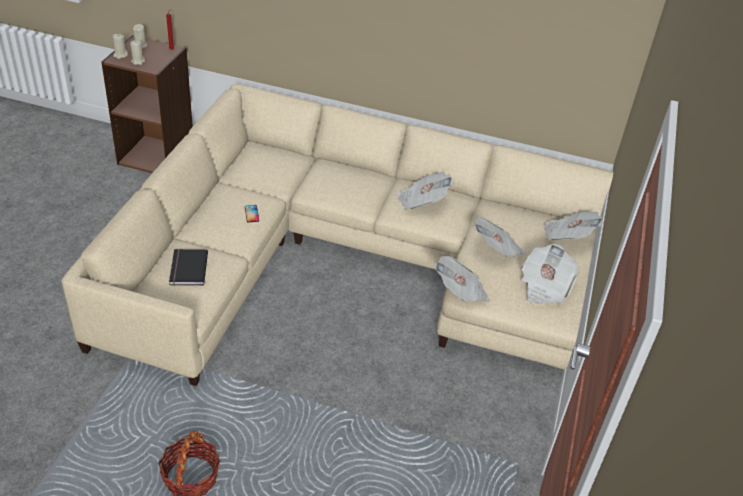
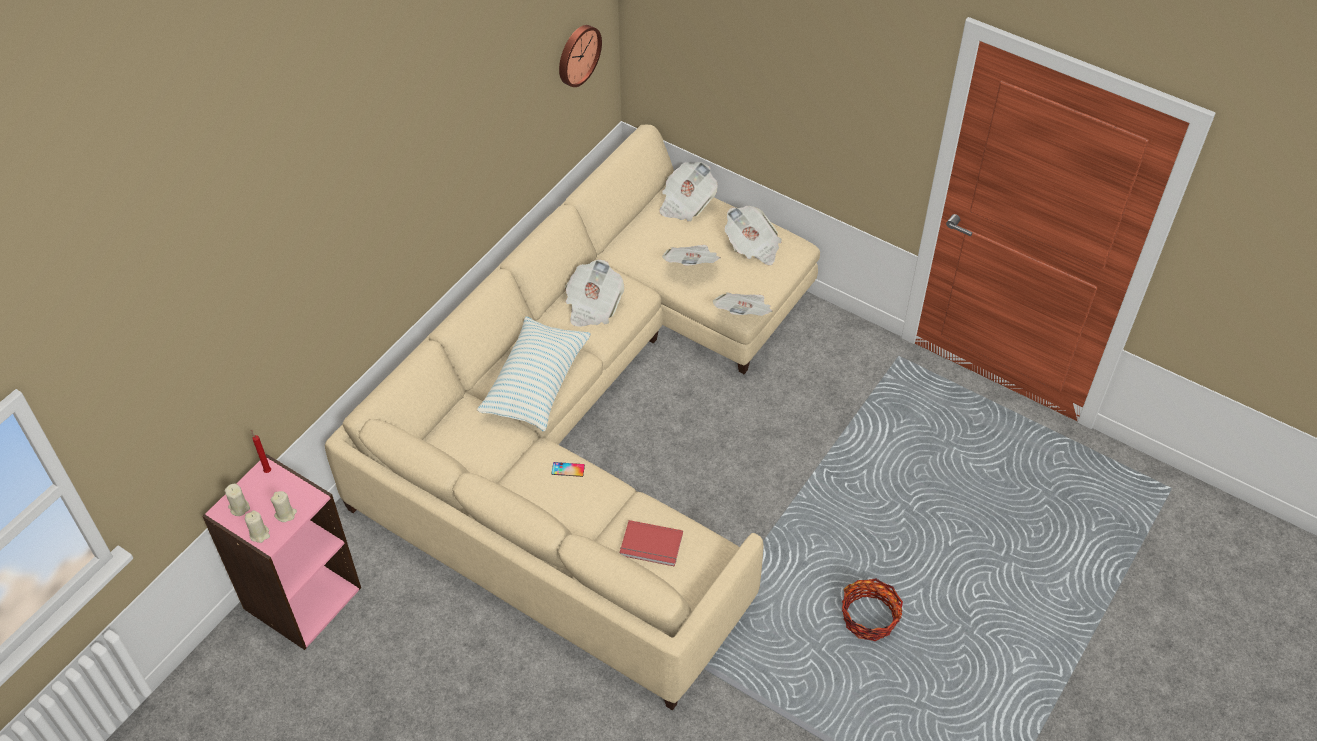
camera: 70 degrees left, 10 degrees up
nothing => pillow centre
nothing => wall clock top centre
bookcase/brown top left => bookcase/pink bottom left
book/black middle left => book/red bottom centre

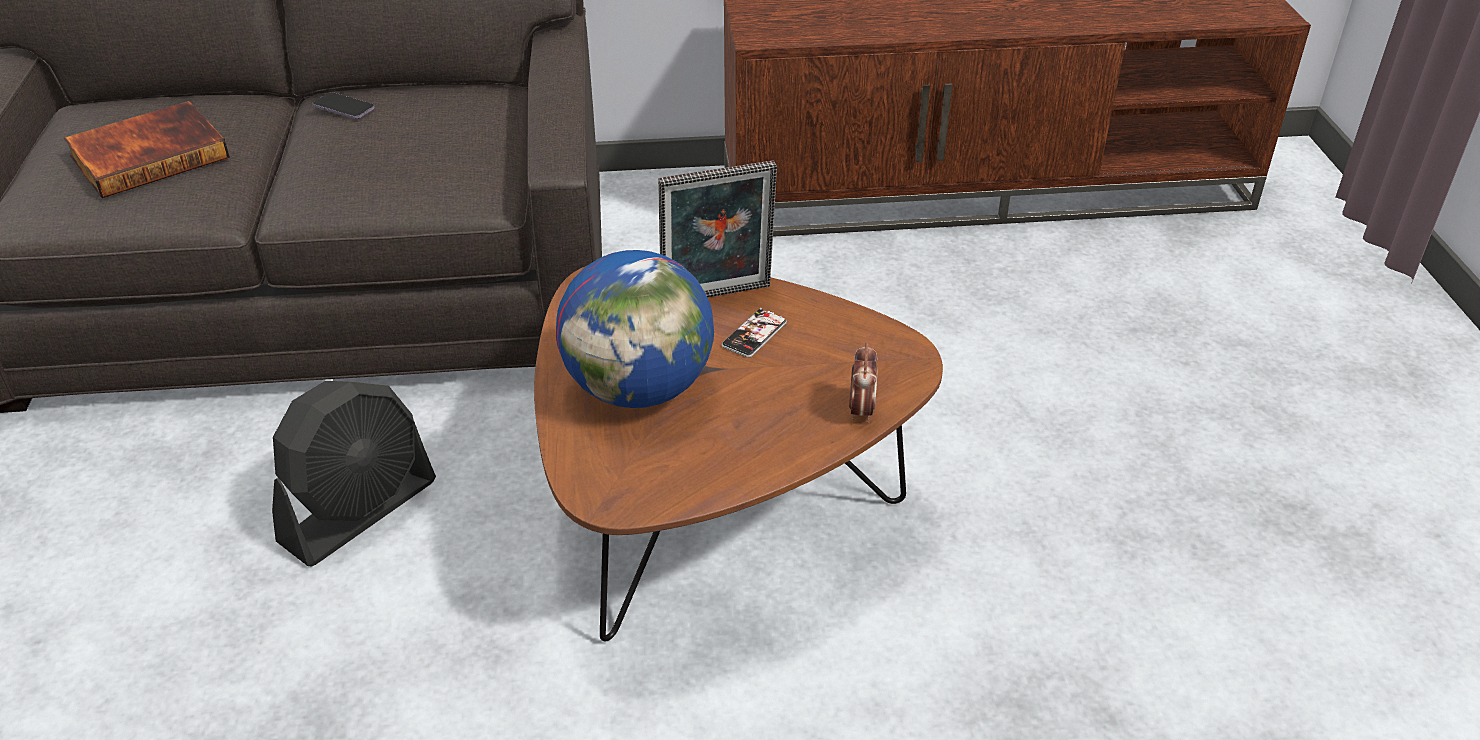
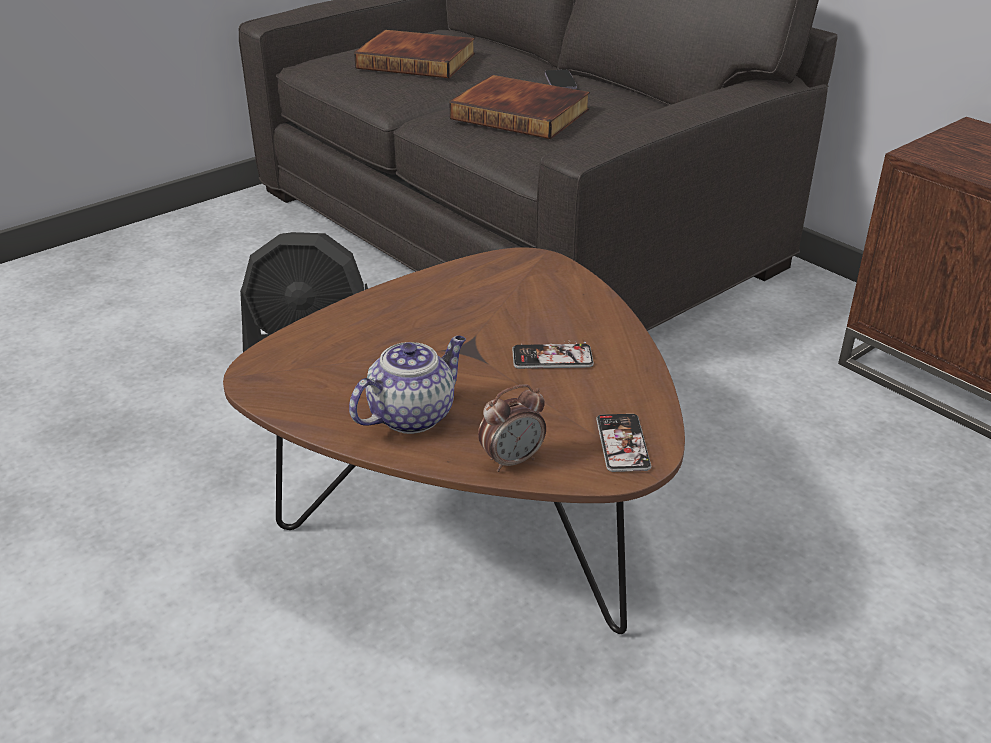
camera: 55 degrees right, 5 degrees down
globe centre => nothing
picture frame top centre => nothing
nothing => teapot centre
nothing => book (2nd from left) top centre
nothing => phone (3rd from left) centre

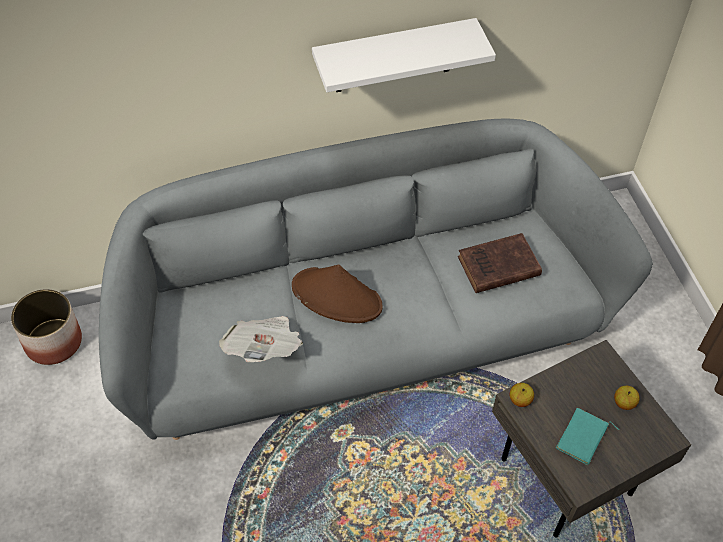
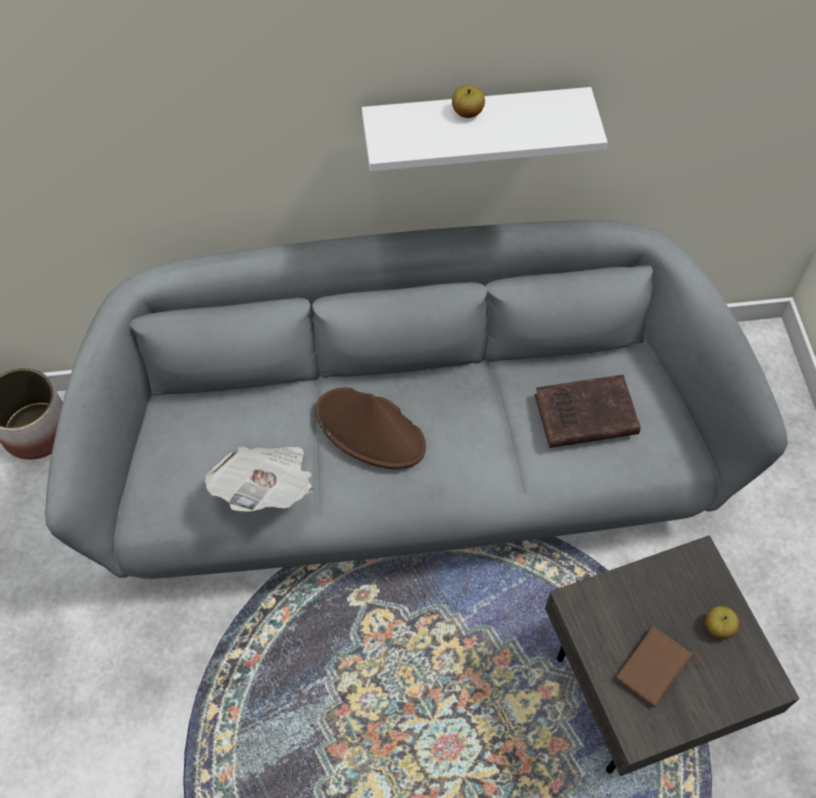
camera: 10 degrees right, 5 degrees up
apple (1st from left) bottom right => apple (1st from left) top centre, move
book/turquoise bottom right => book/brown (2nd from left) bottom right

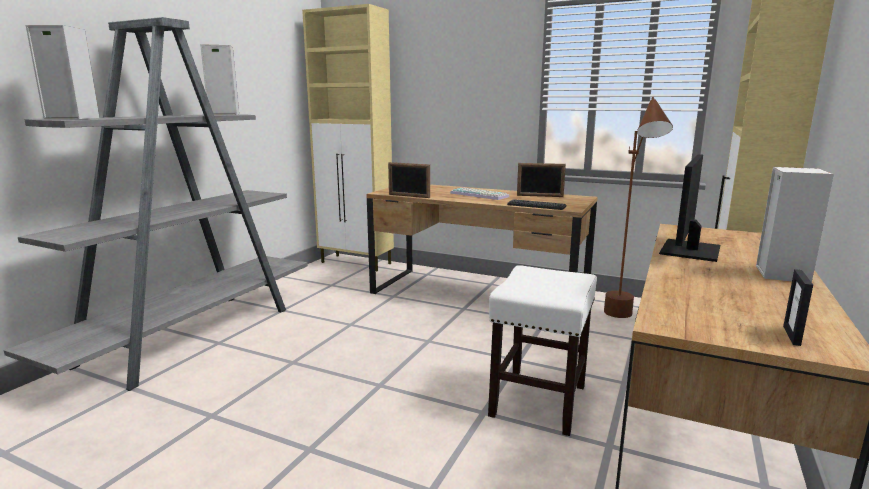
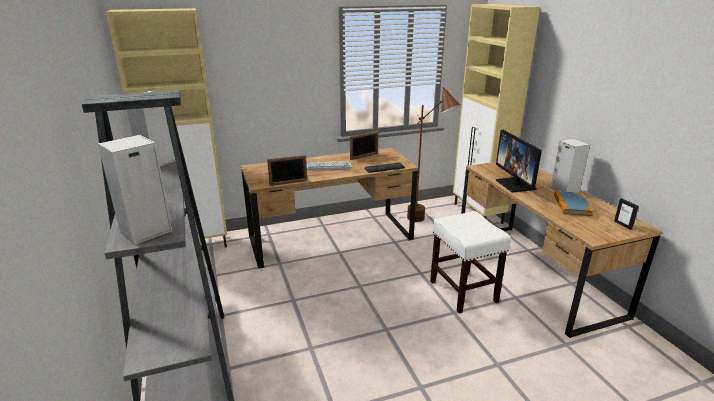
camera: 45 degrees left, 10 degrees up
nothing => book middle right

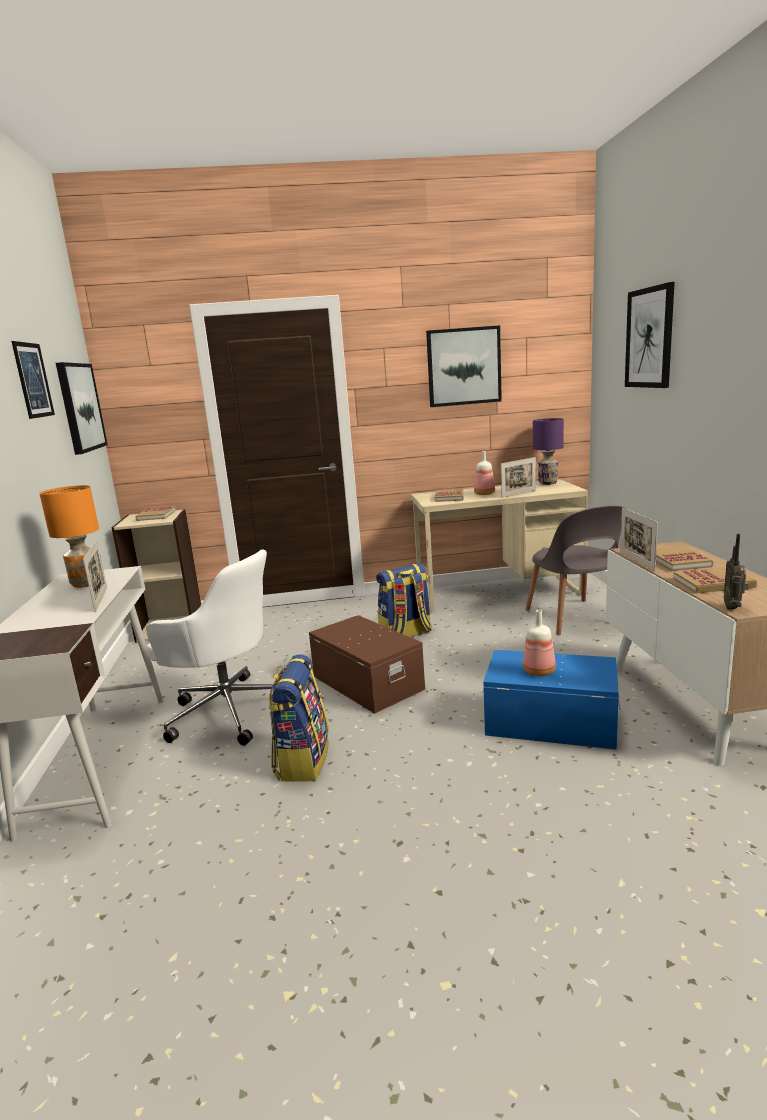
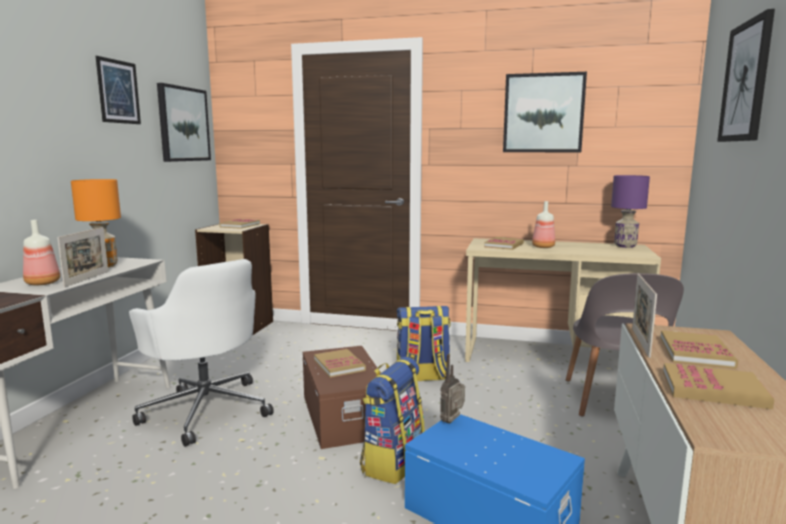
camera: 20 degrees right, 5 degrees down
picture frame (2nd from left) middle right => nothing
nothing => book (2nd from left) bottom centre
backpack (1st from left) centre => backpack (1st from left) bottom centre, move
bottle (2nd from left in the first image) middle right => bottle (1st from left) middle left, move
radio middle right => radio bottom centre, move

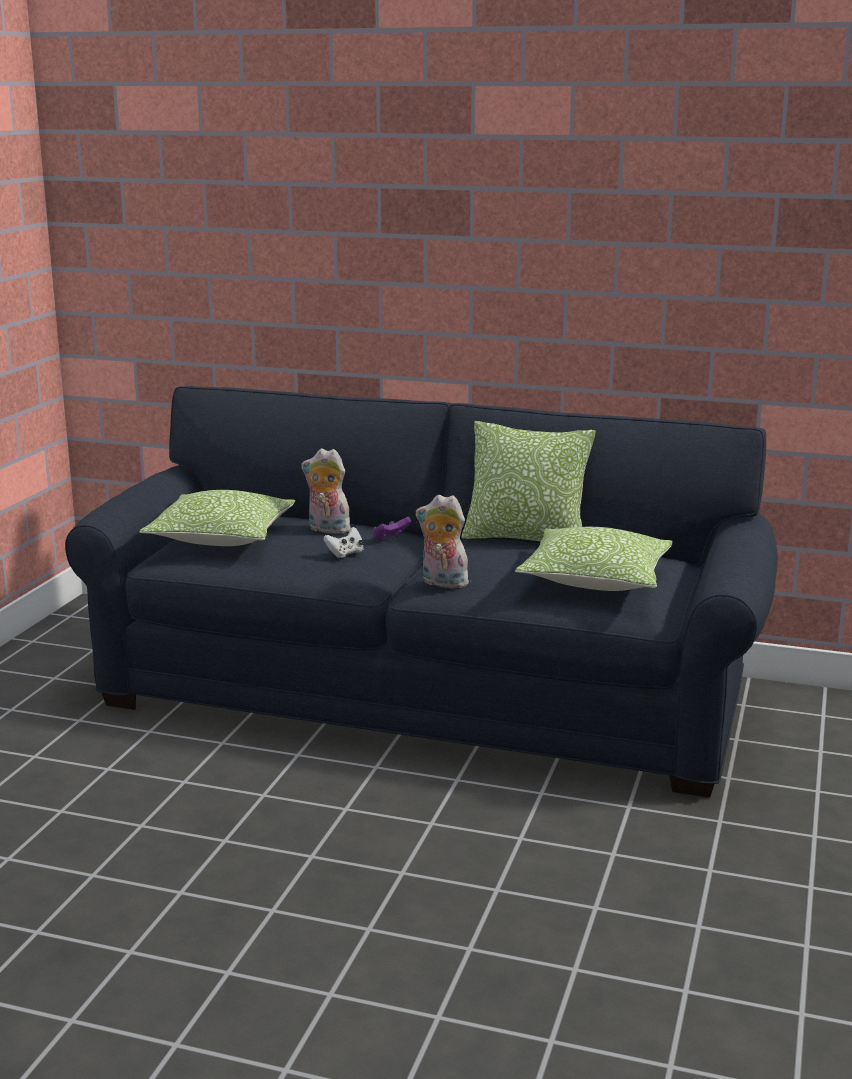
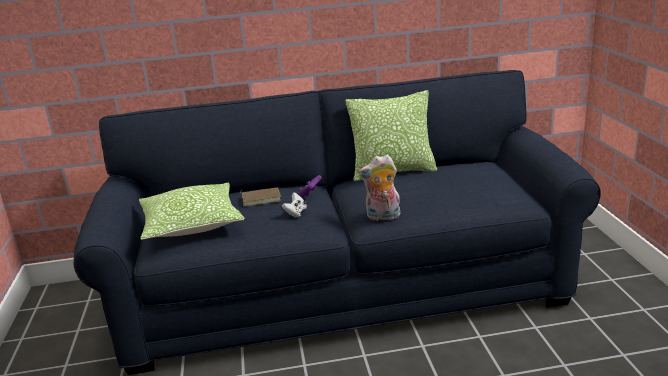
camera: 25 degrees left, 5 degrees up
pillow (3rd from left) middle right => nothing
plush toy (1st from left) centre => book/brown centre

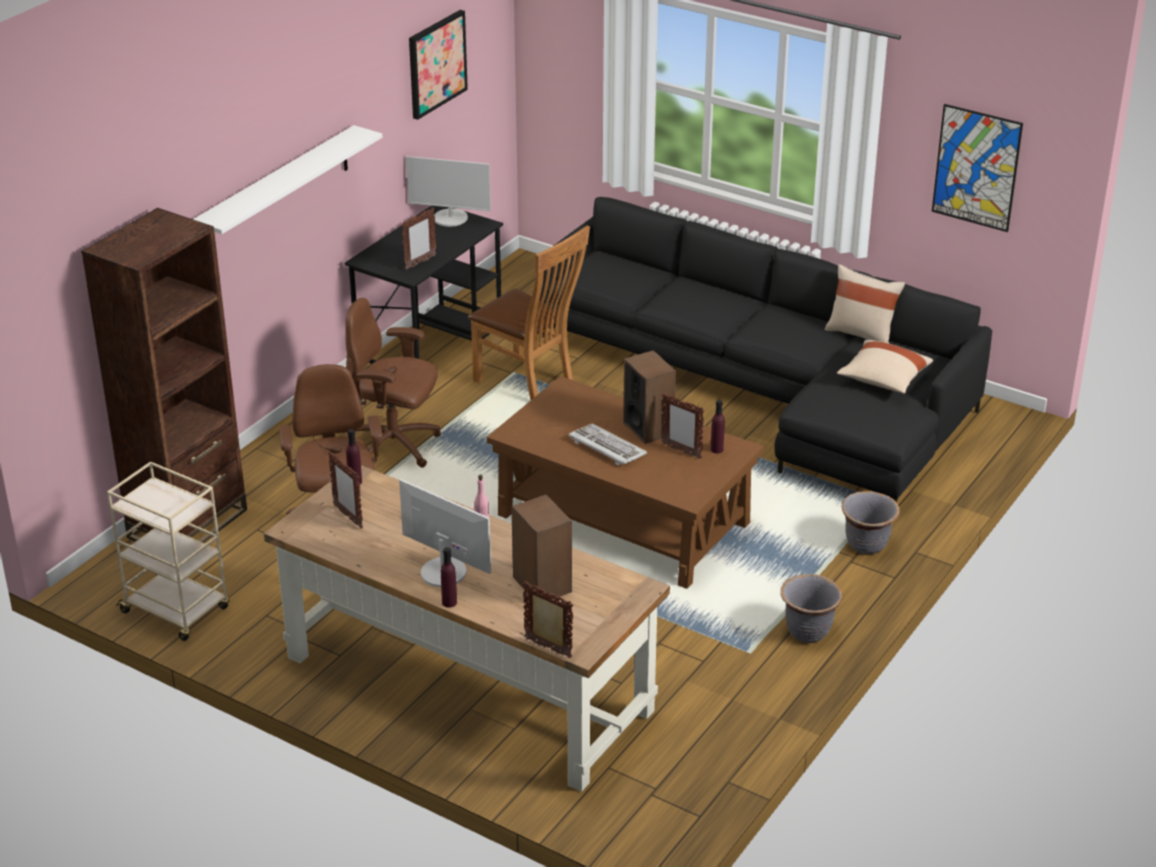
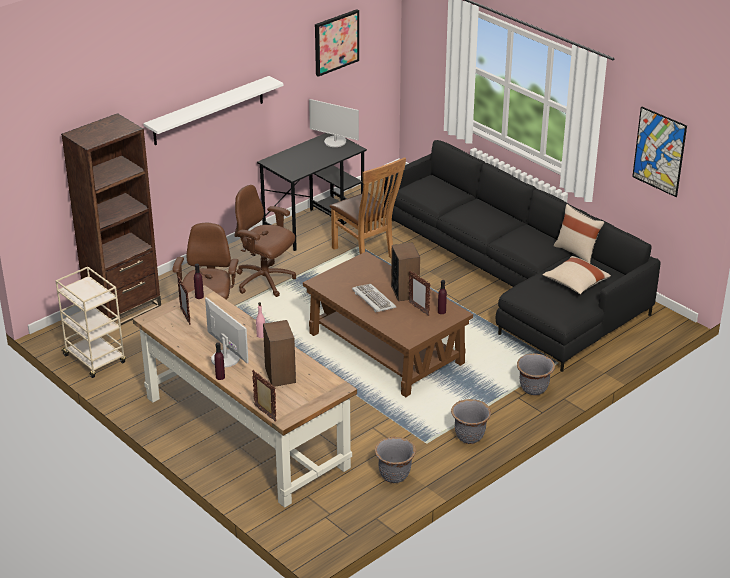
camera: 15 degrees right, 0 degrees up
picture frame (2nd from left) top centre => nothing
nothing => planter/grey (1st from left) bottom centre

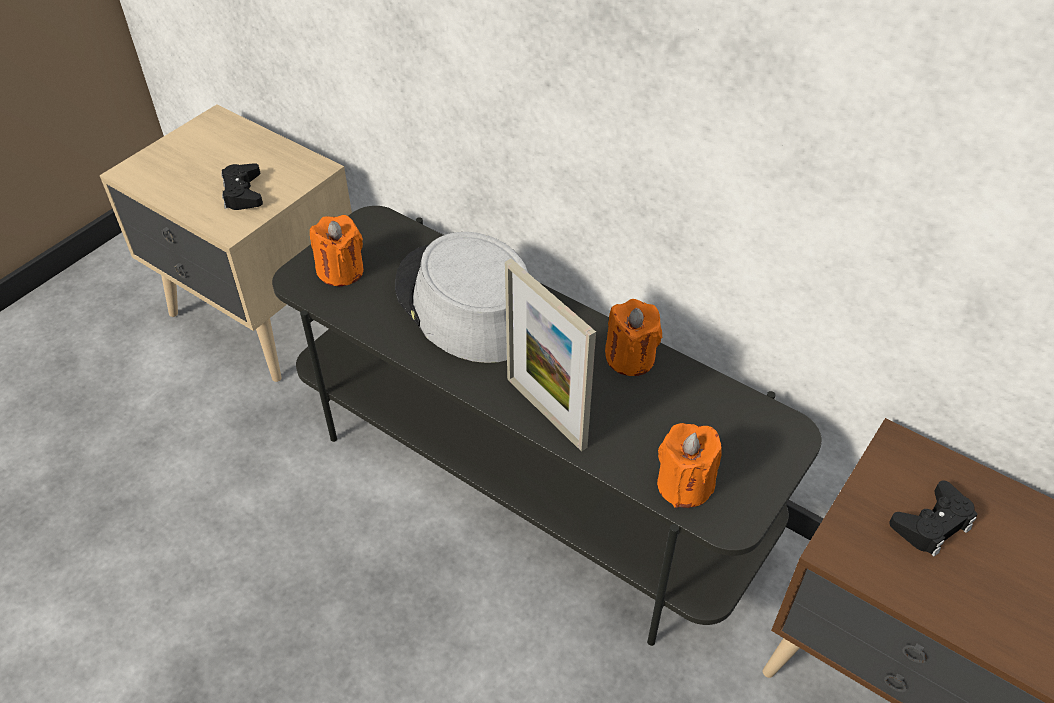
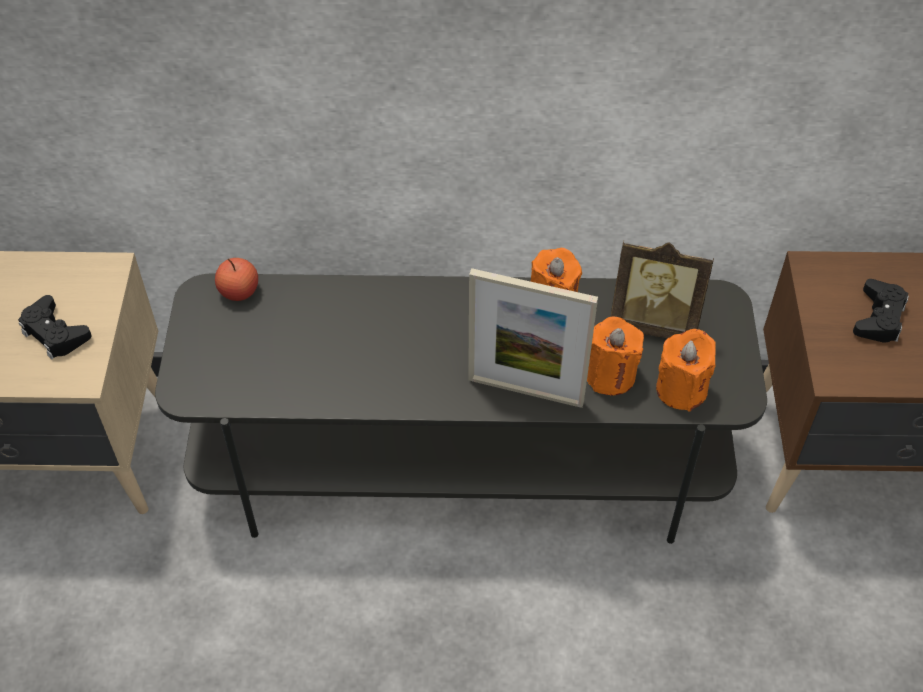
camera: 35 degrees left, 5 degrees up
hat/grey centre => nothing
nothing => apple middle left
nothing => picture frame (2nd from left) middle right
candle/orange (1st from left in the first image) middle left => candle/orange (2nd from left) centre, move

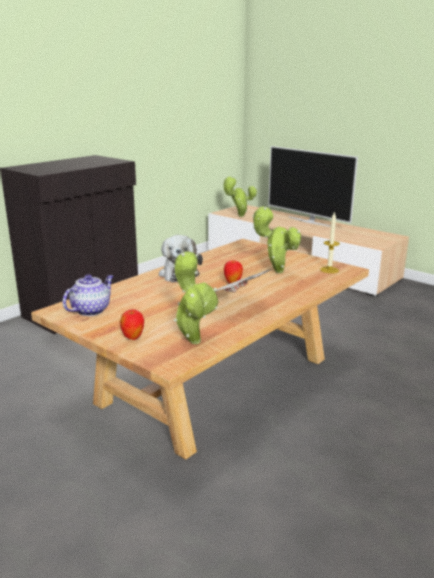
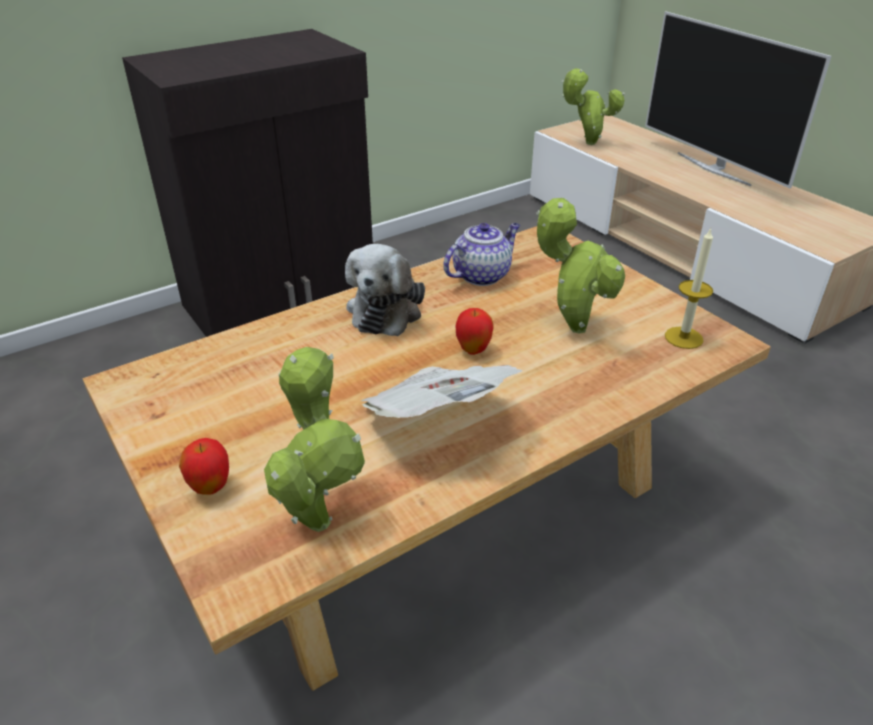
camera: 15 degrees right, 15 degrees up
teapot middle left => teapot centre, move

